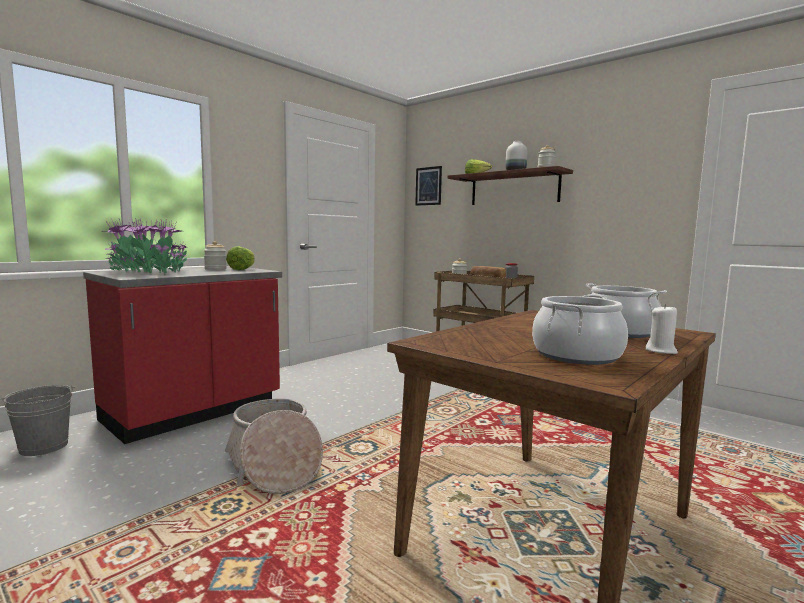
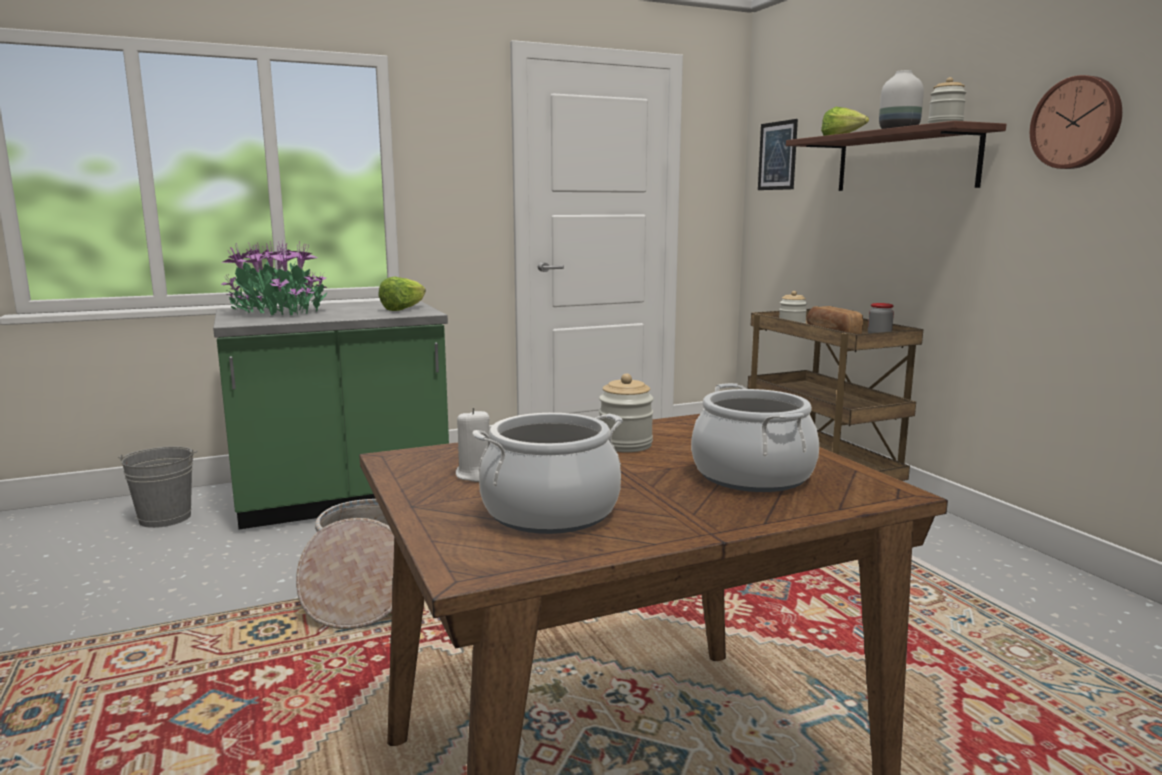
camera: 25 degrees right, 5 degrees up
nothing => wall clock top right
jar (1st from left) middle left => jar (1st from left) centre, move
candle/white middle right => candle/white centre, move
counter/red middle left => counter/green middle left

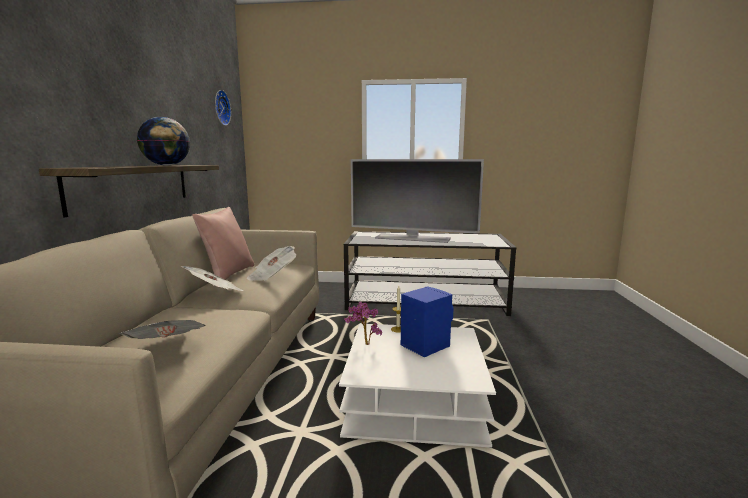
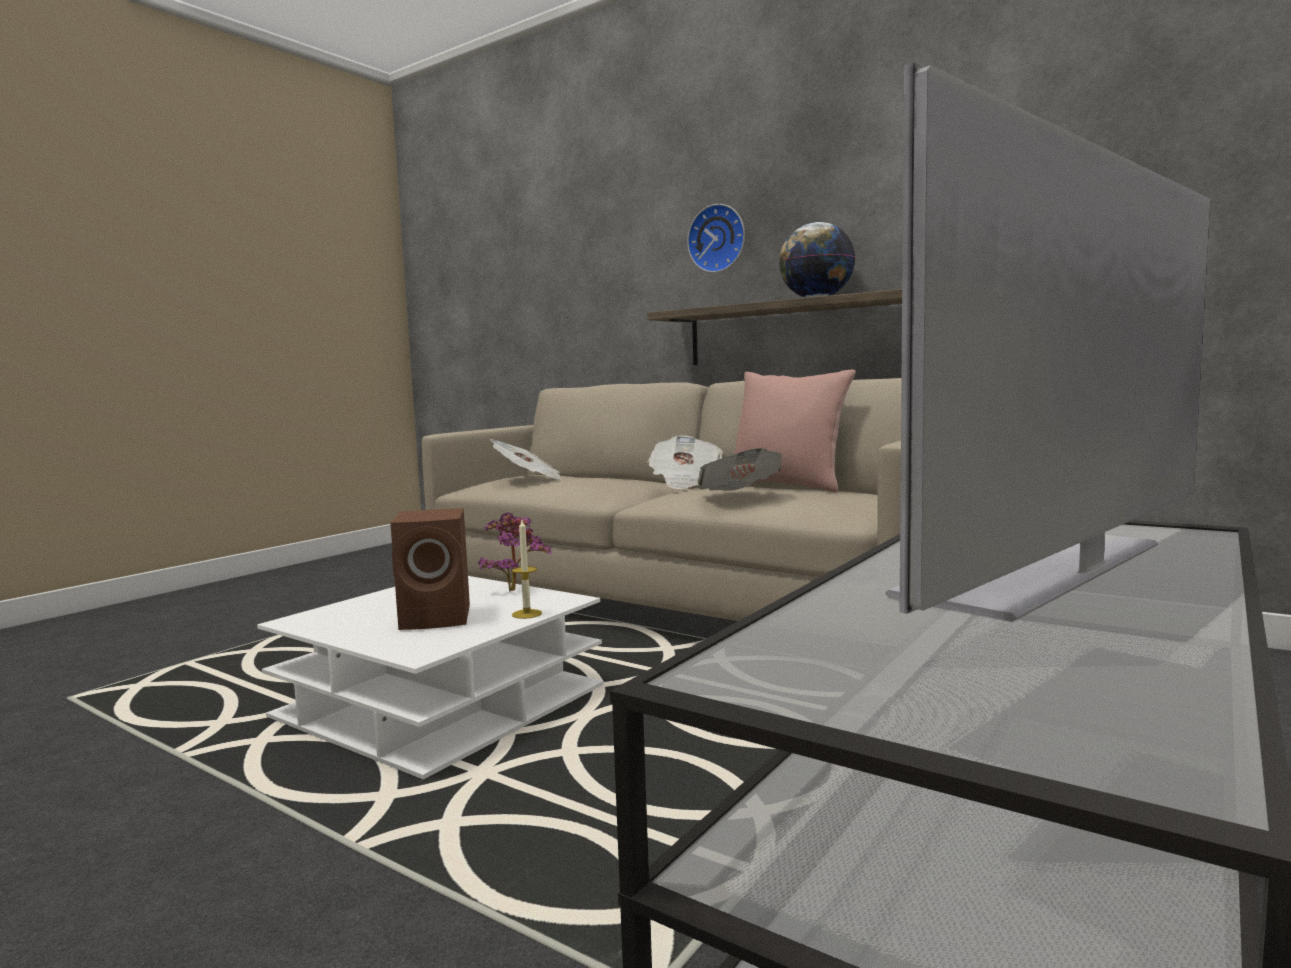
camera: 120 degrees right, 5 degrees down
wall clock top left => wall clock top centre, move
speaker/blue centre => speaker/brown middle left

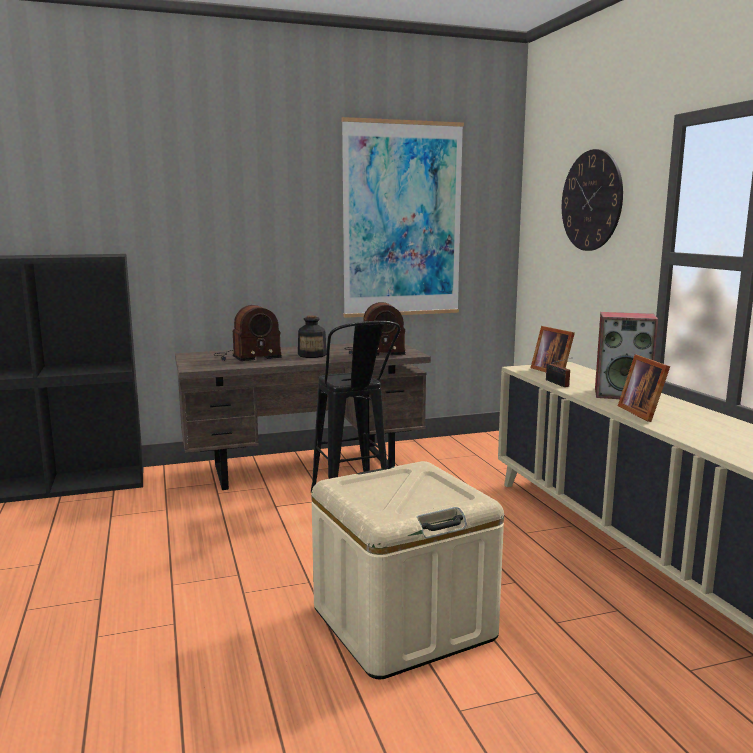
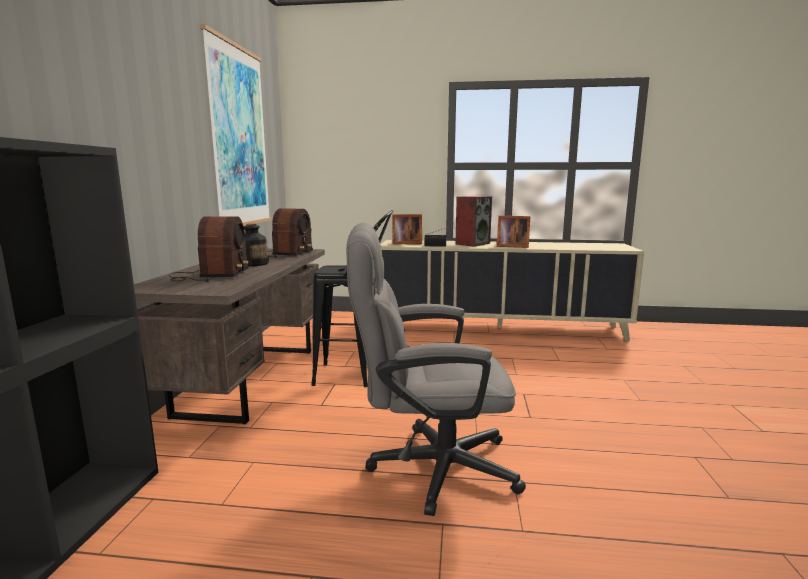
camera: 65 degrees left, 0 degrees up
storage box/beige bottom centre => nothing
wall clock top right => nothing
nothing => office chair/grey centre

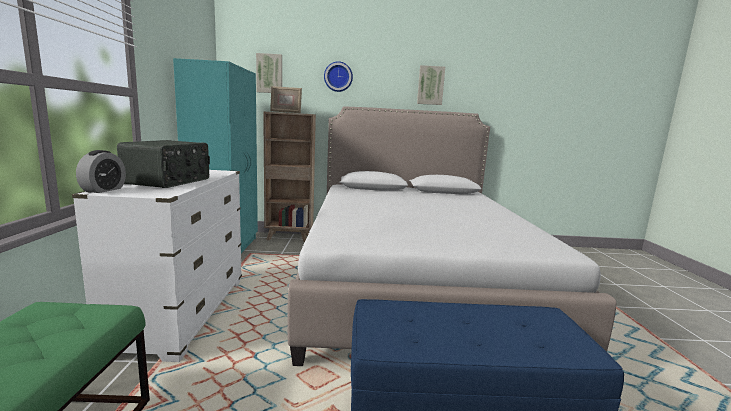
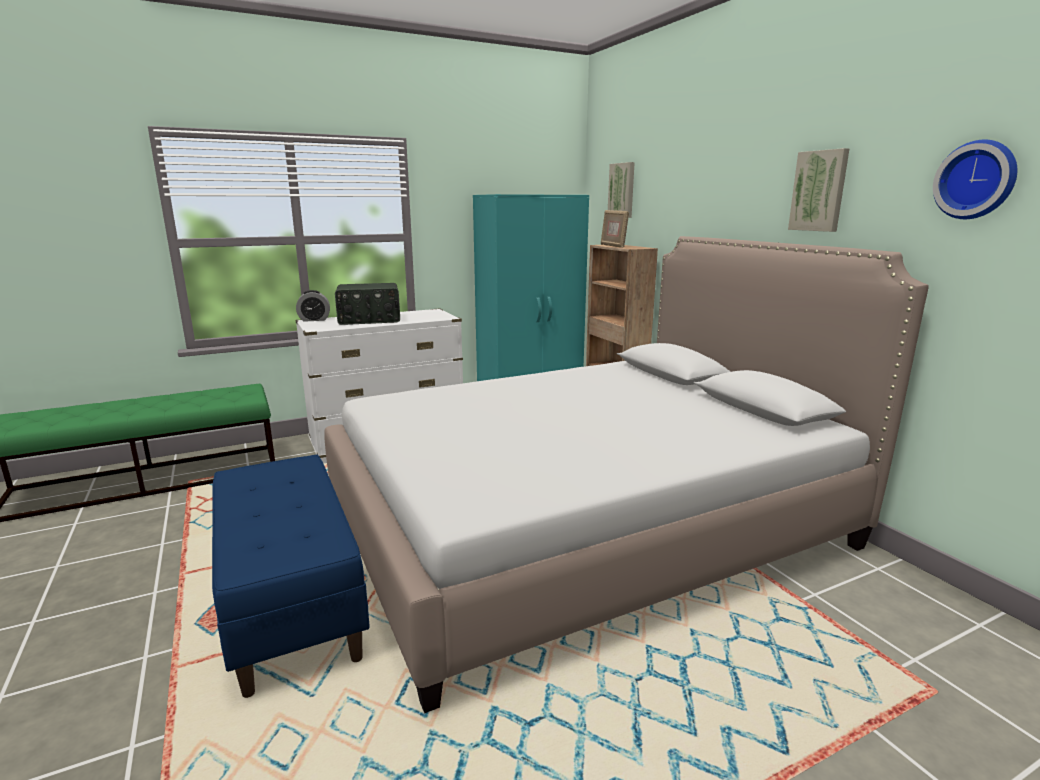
camera: 65 degrees right, 5 degrees up
wall clock top centre => wall clock top right, move

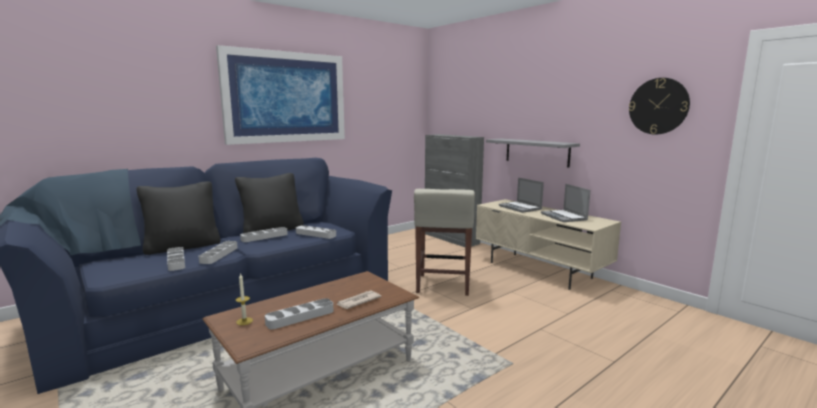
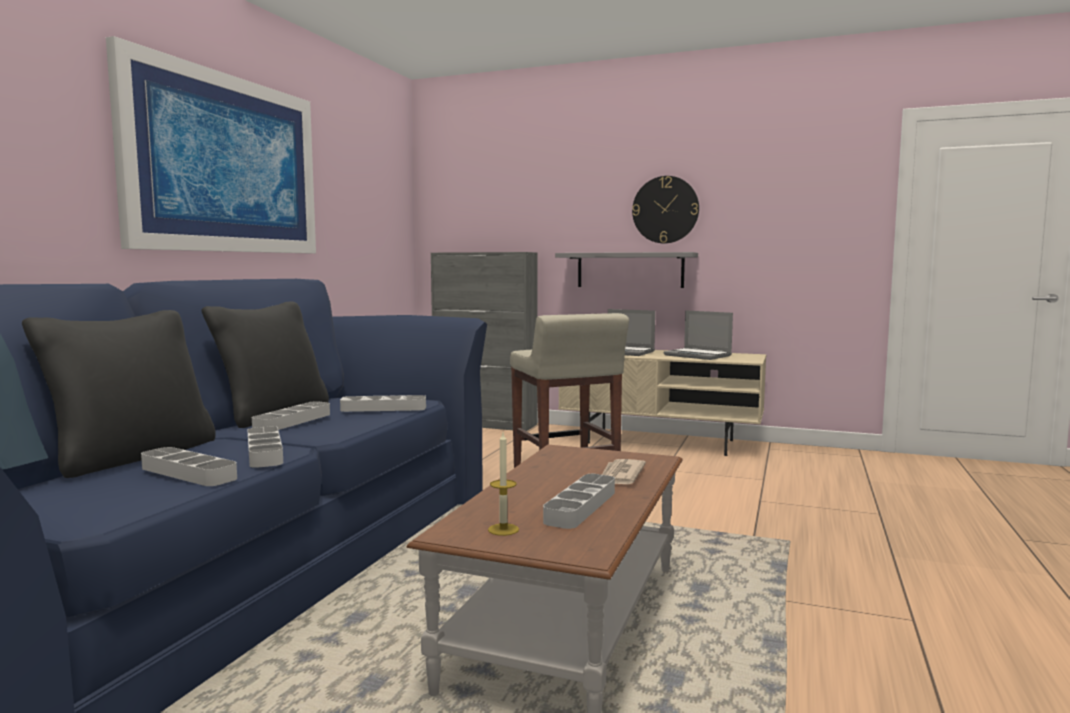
camera: 30 degrees left, 5 degrees down
wall clock top right => wall clock top centre, move

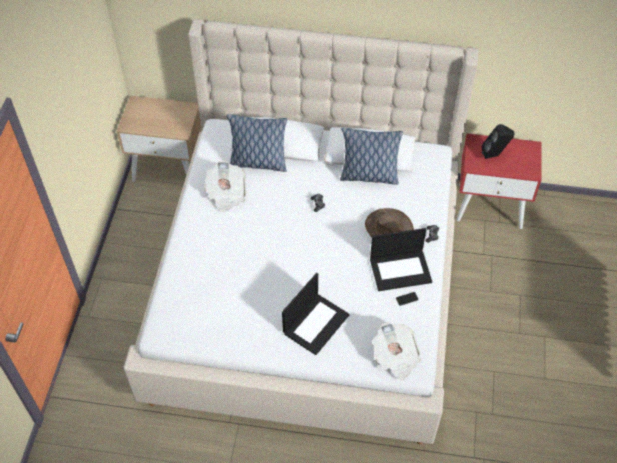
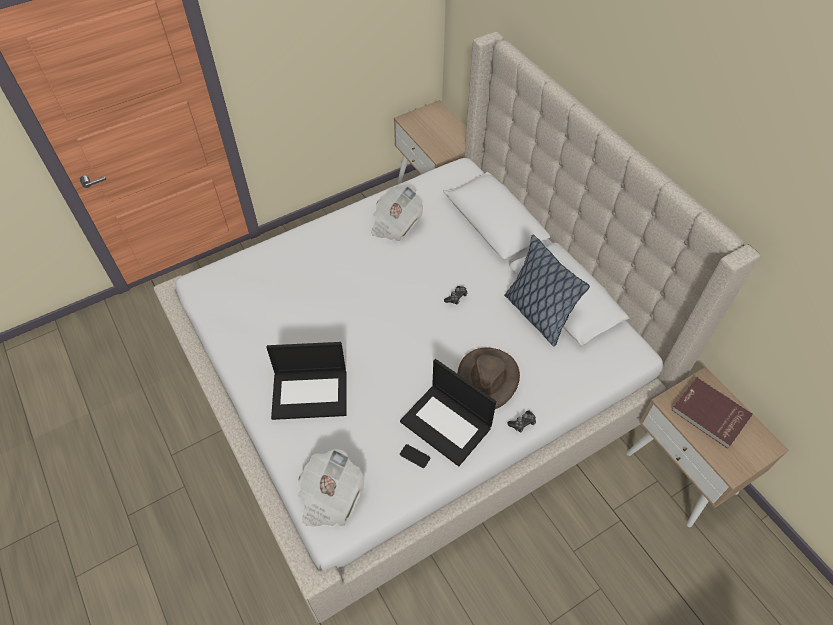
camera: 50 degrees right, 0 degrees up
pillow (1st from left) top centre => nothing
speaker/black top right => book/red middle right
nightstand/red middle right => nightstand/beige (2nd from left) bottom right

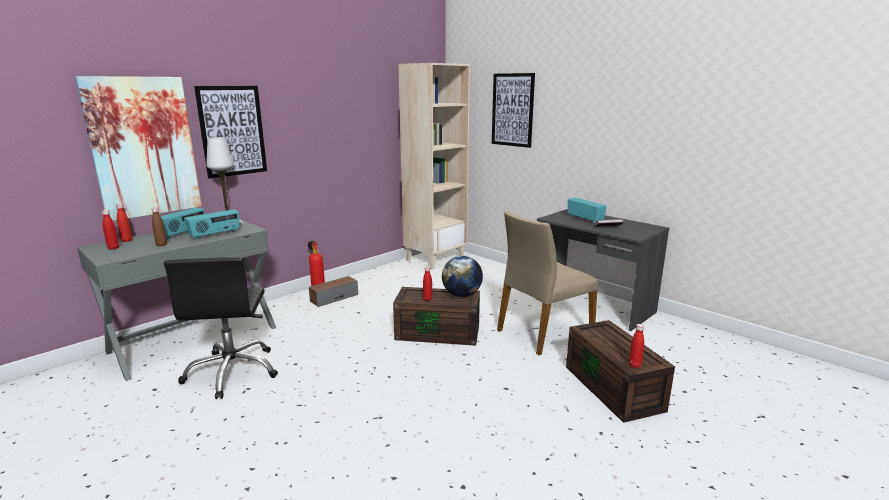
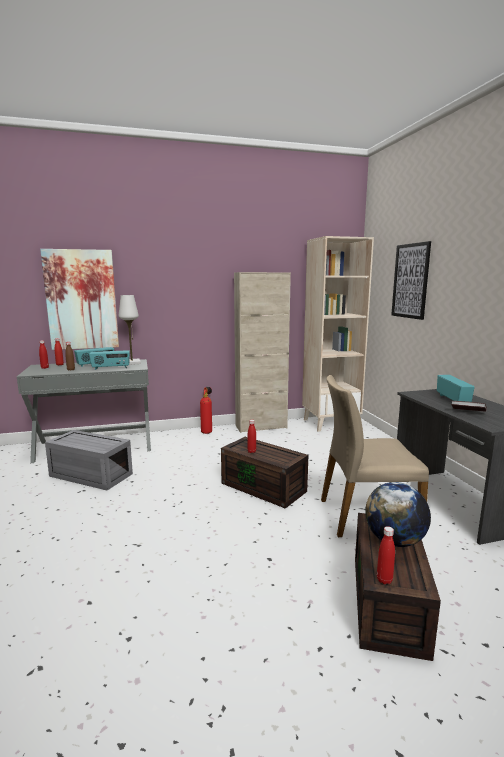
camera: 30 degrees right, 5 degrees down
picture (2nd from left) top left => nothing
speaker centre => nothing
nothing => cabinet/beige centre
globe centre => globe bottom right, move
office chair/black middle left => storage box/grey middle left

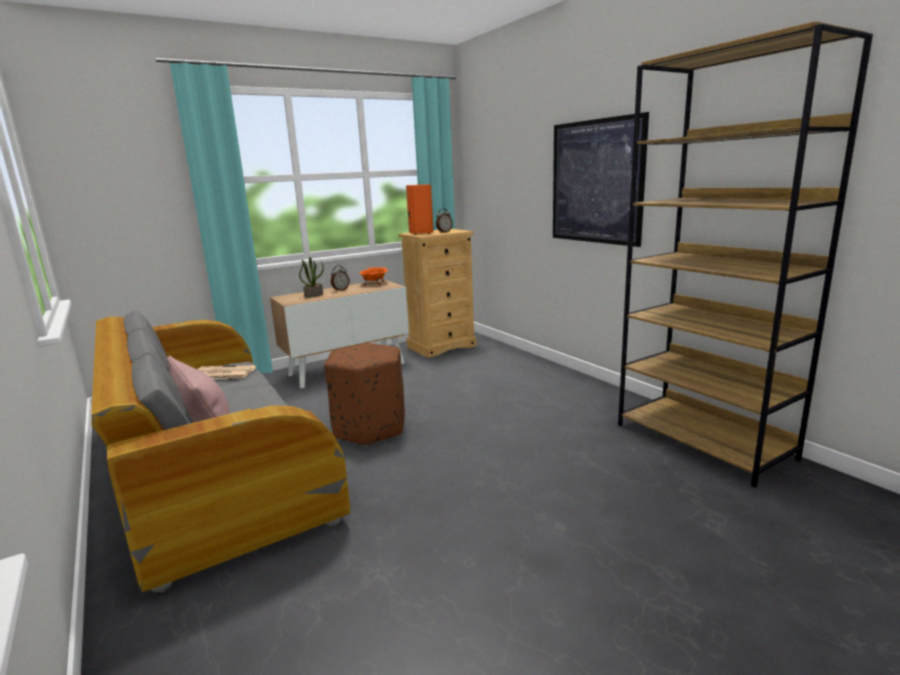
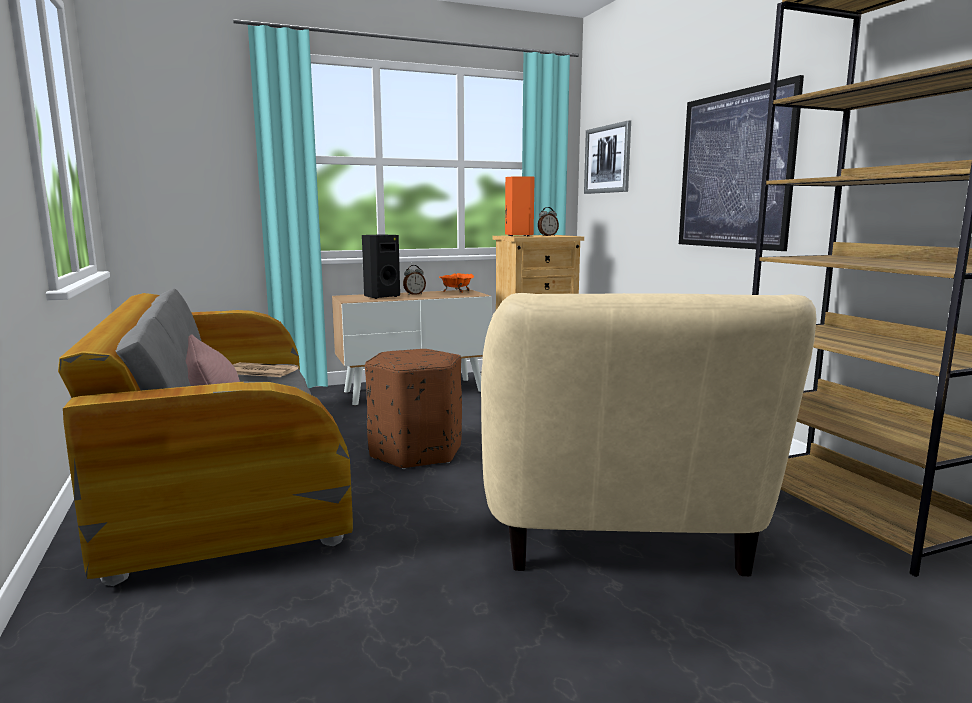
camera: 10 degrees right, 5 degrees down
nothing => armchair/beige middle right
nothing => picture (1st from left) top centre
potted plant centre => speaker/black centre

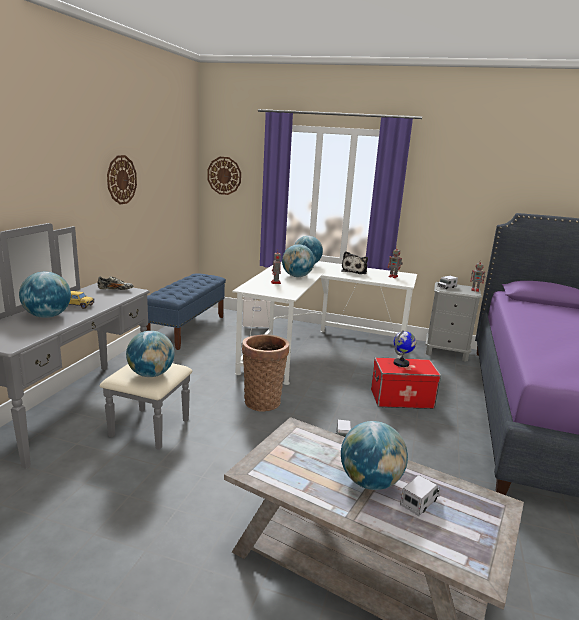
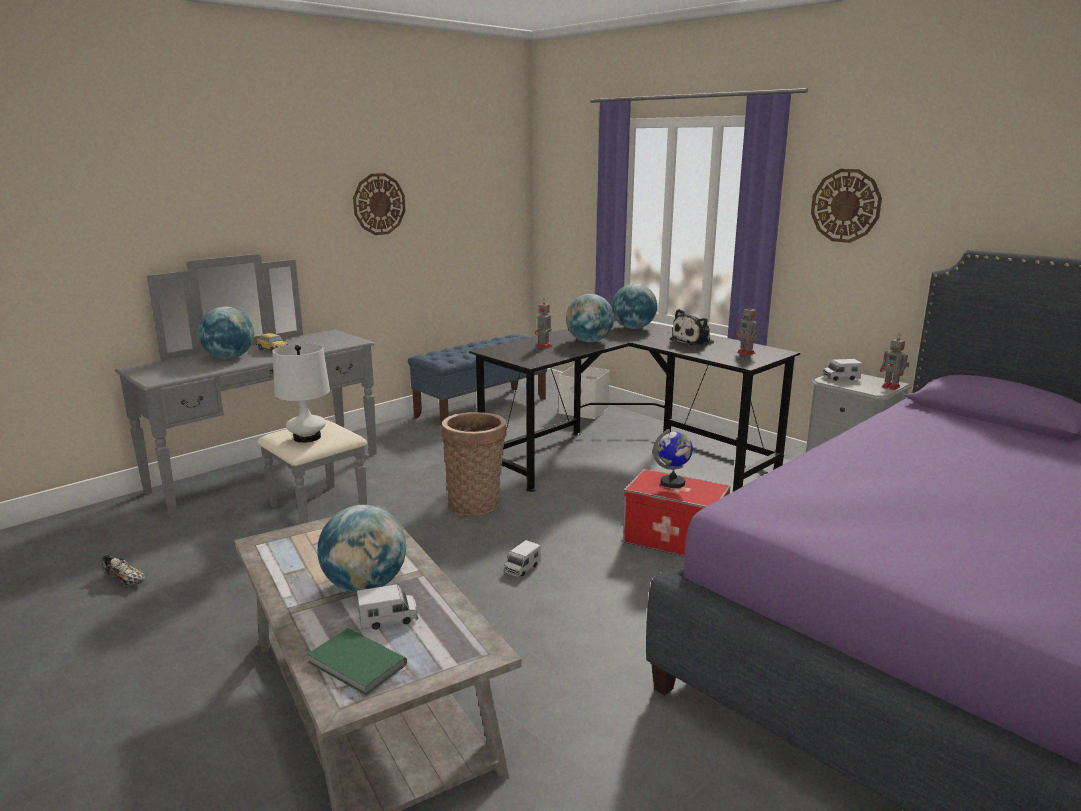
camera: 30 degrees right, 0 degrees up
nothing => book/green bottom left
shoe middle left => shoe bottom left, move
wall clock (2nd from left) top centre => wall clock (2nd from left) top right, move
globe (2nd from left) middle left => table lamp/white middle left
desk/white centre => desk/black centre

